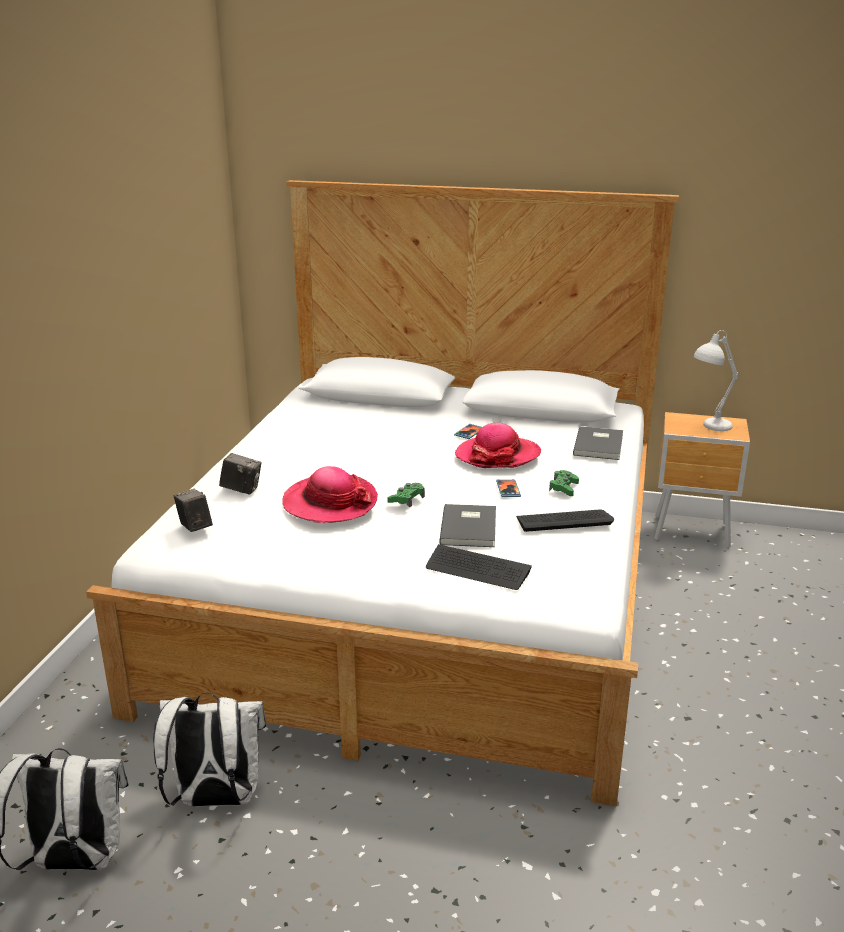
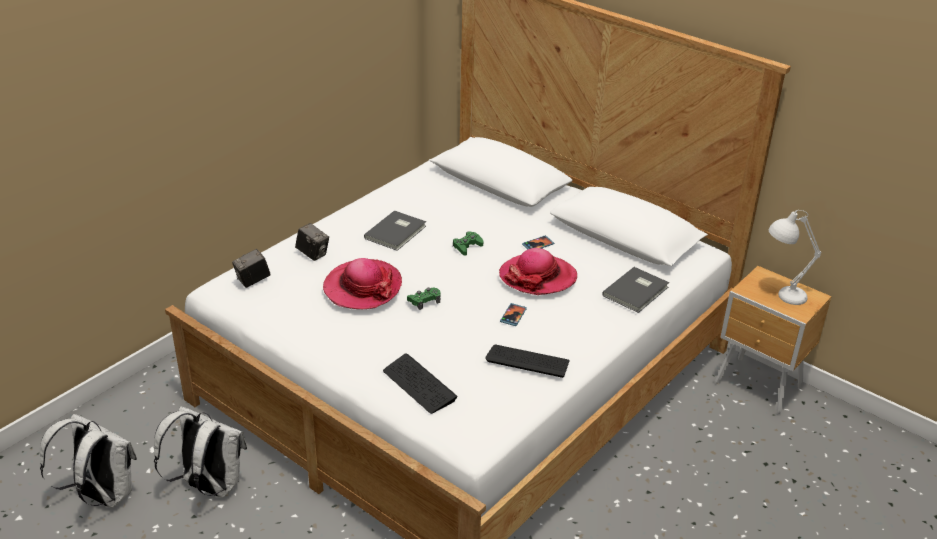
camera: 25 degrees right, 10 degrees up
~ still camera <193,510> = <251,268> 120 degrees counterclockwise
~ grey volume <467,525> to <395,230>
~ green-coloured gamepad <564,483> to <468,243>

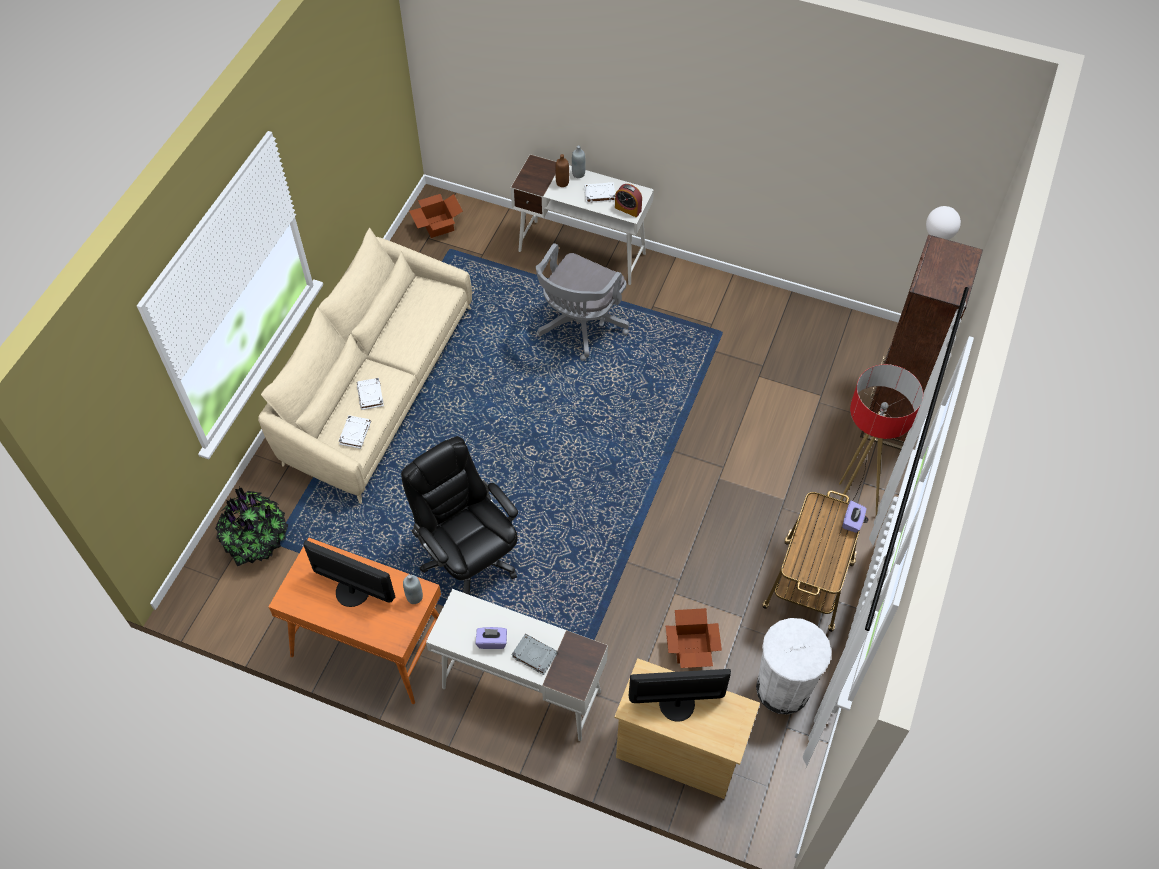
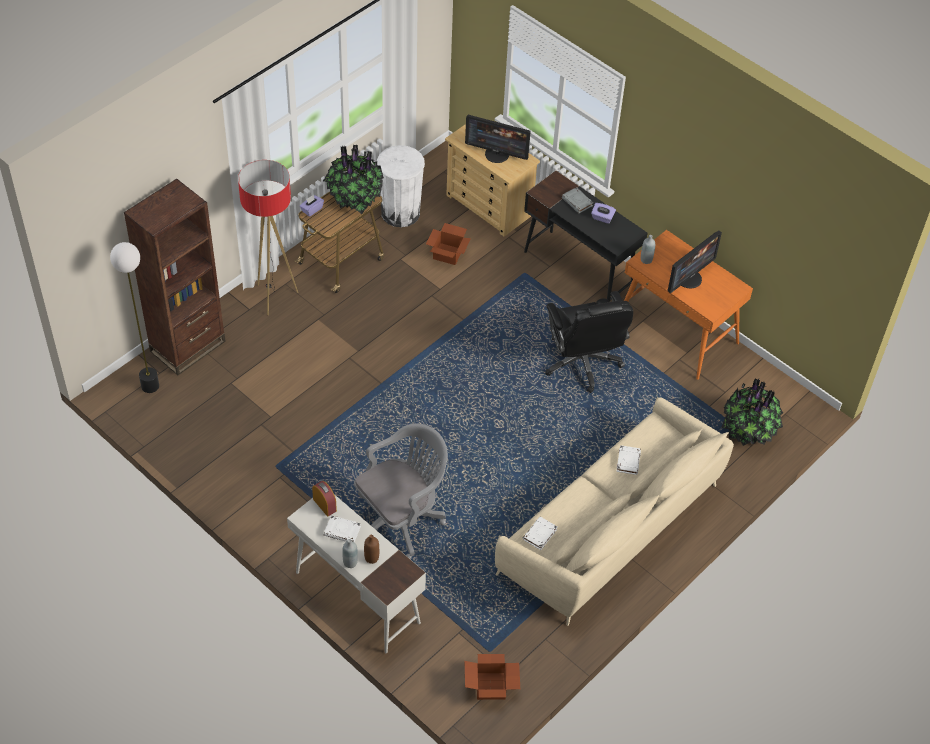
camera: 160 degrees left, 5 degrees down
~ computer display <349,573> = <694,261> 90 degrees counterclockwise
~ whitish volume <354,432> to <540,533>
~ whitish desk table <517,665> to black desk table <585,236>
+ houseplant <353,179>

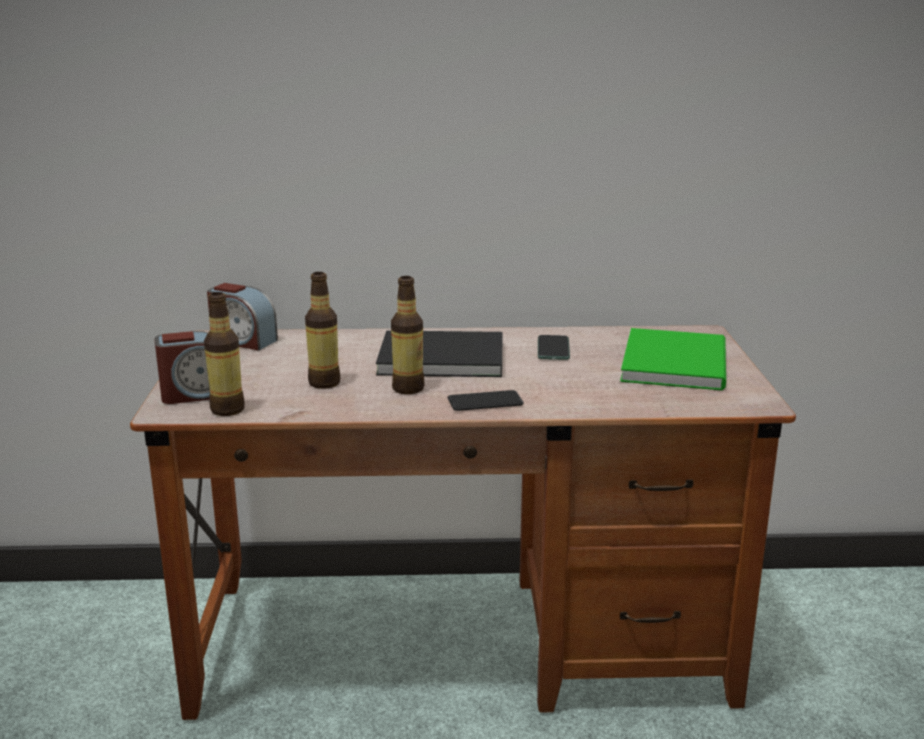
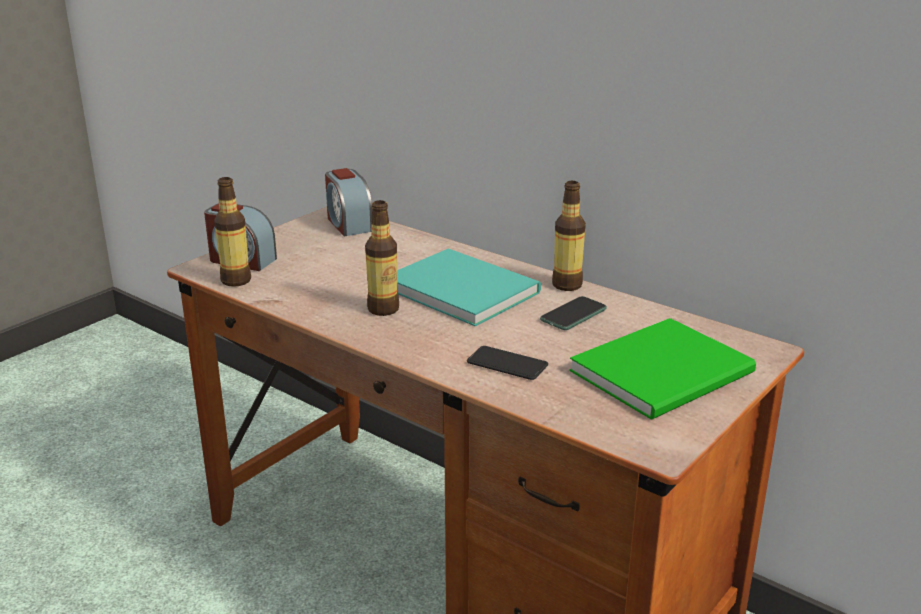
camera: 40 degrees right, 5 degrees up
~ bottle <322,330> to <569,236>
~ black volume <439,353> to turquoise volume <469,287>
~ telephone <486,400> to <507,363>

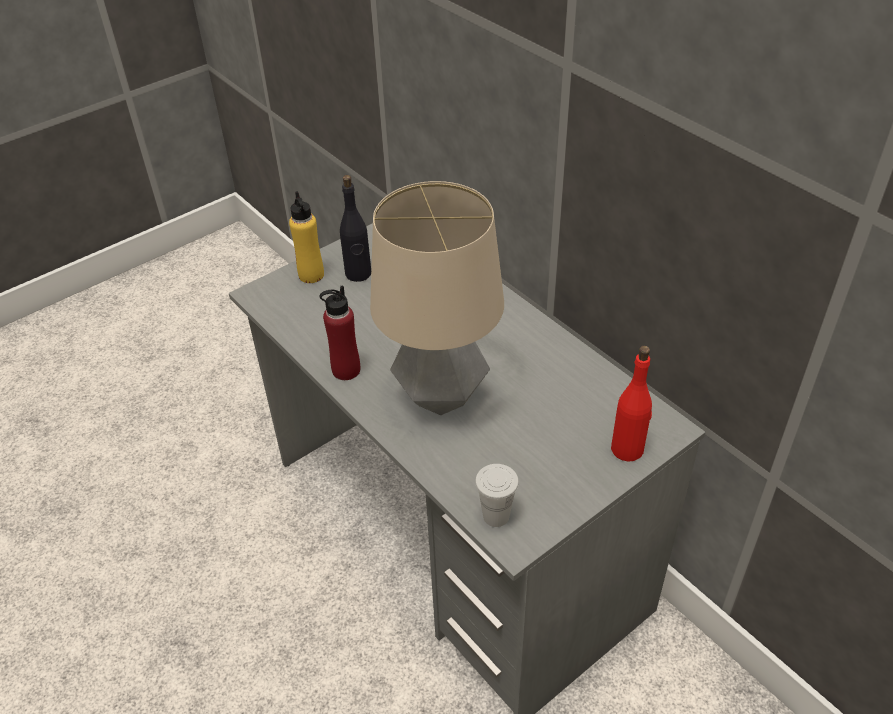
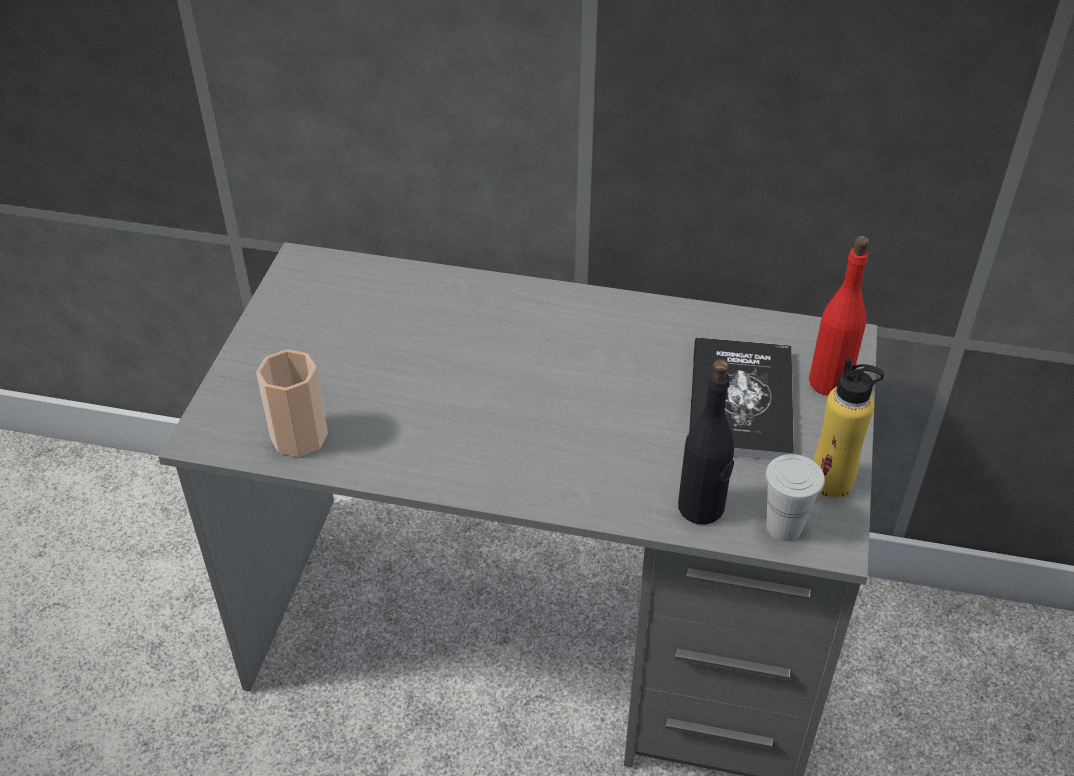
camera: 40 degrees left, 0 degrees up
~ yellowish bottle <306,237> to <848,427>
- reddish bottle <340,332>
~ black bottle <355,228> to <706,442>
- tabletop lamp <437,298>
+ drinking cup <292,403>
+ volume <741,398>

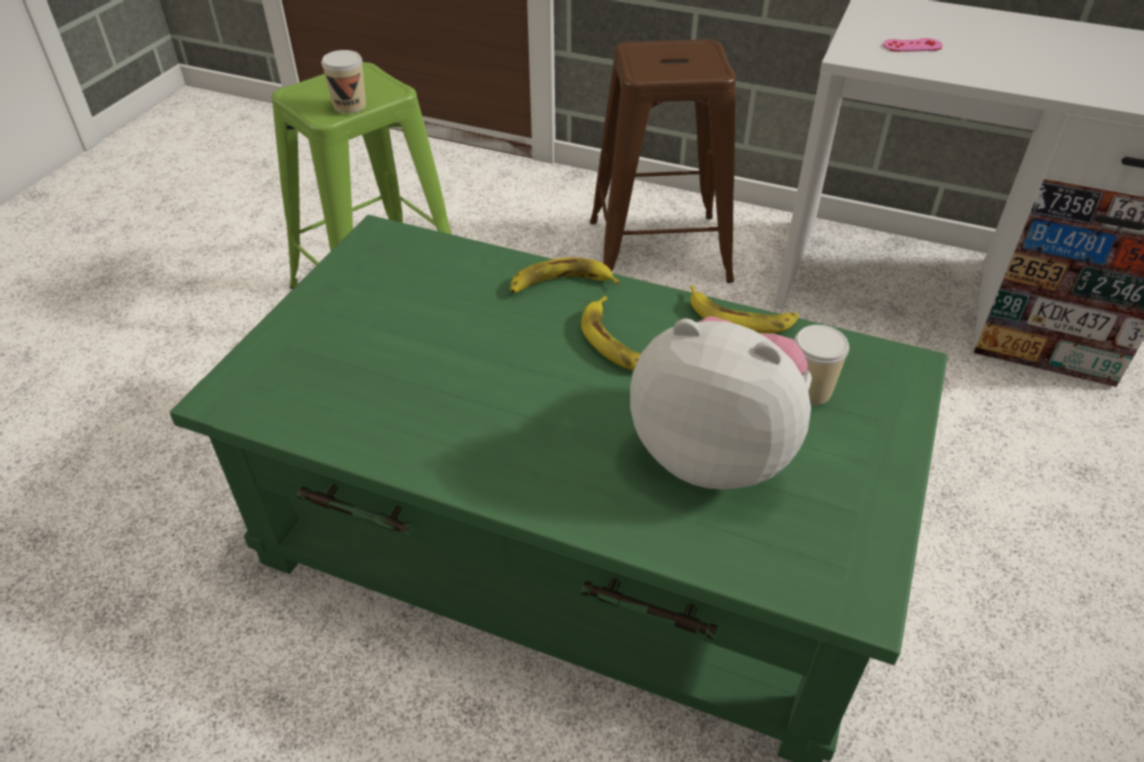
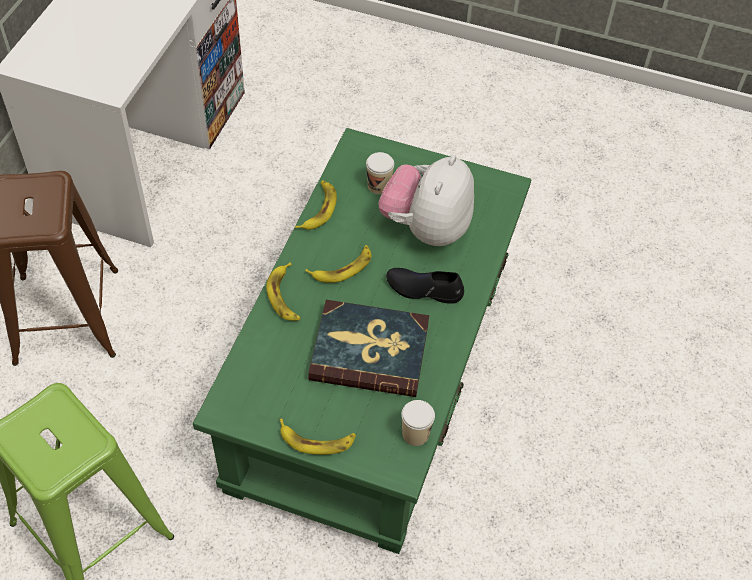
camera: 95 degrees left, 10 degrees up
~ drinking cup <343,82> to <418,423>
- pinkish gamepad <913,45>
+ banana <318,437>
+ volume <368,348>
+ black item of footwear <425,286>

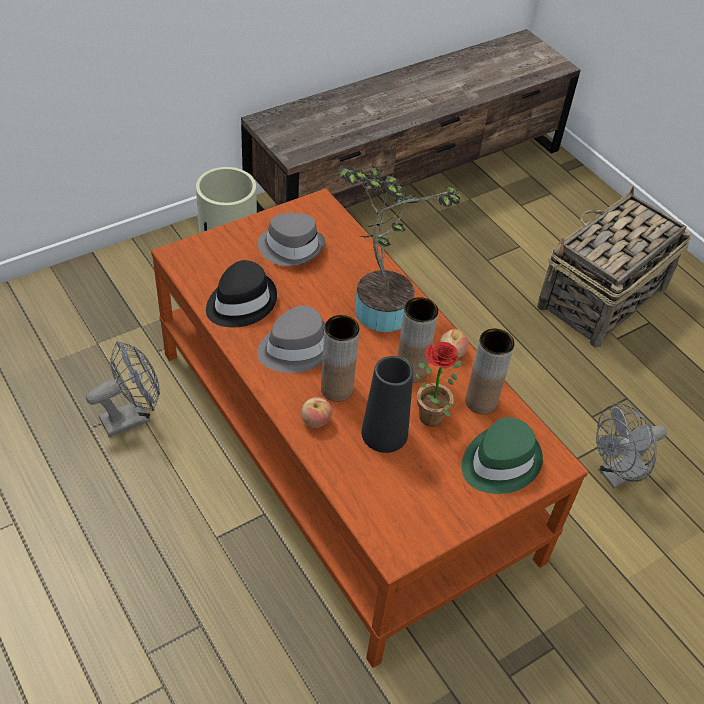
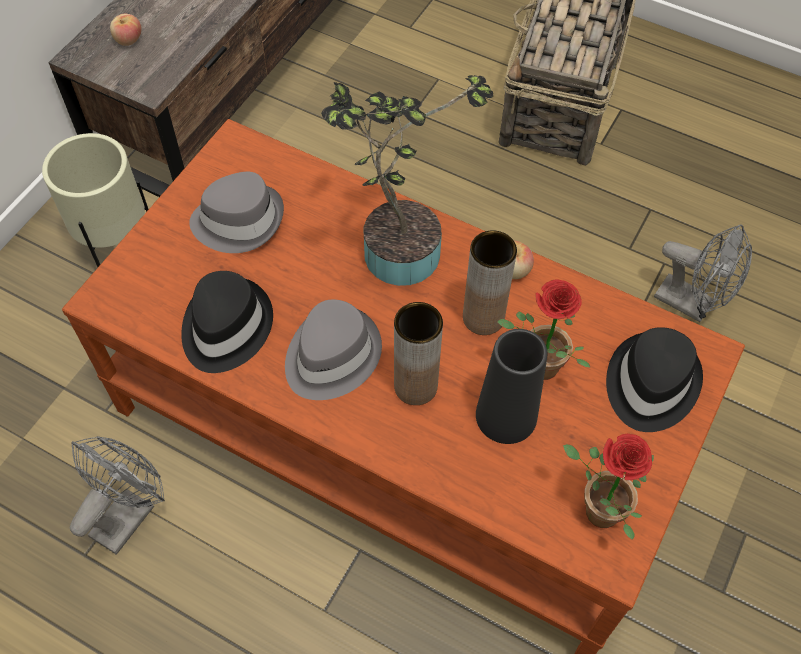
camera: 25 degrees left, 10 degrees up
~ apple <316,412> to <126,30>
~ green-coloured wearable hat <502,455> to black wearable hat <654,379>
- brownish flower vase <489,371>
~ grey electric fan <631,446> = <703,273> 90 degrees counterclockwise
+ houseplant <608,487>

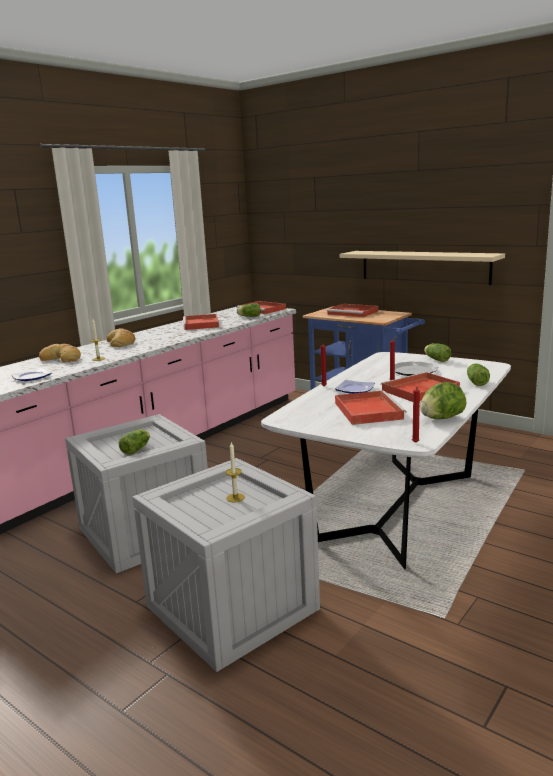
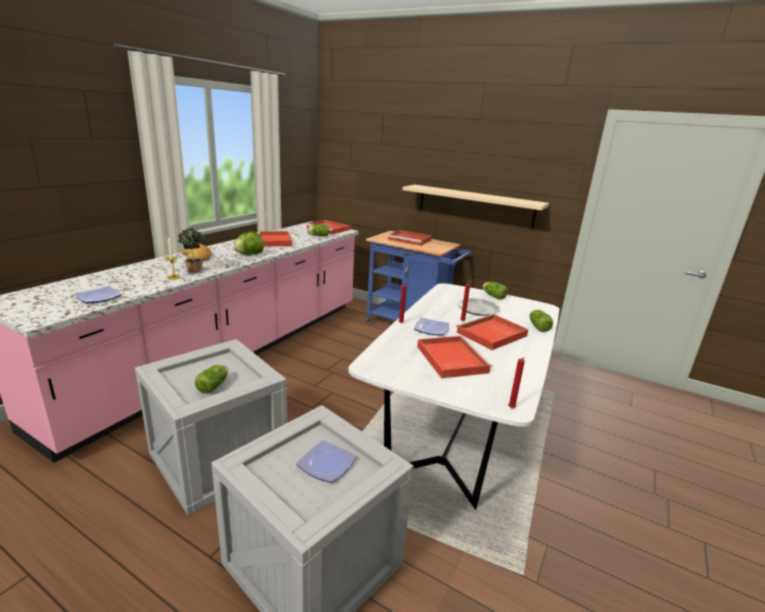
camera: 10 degrees left, 5 degrees up
- bakery bread <60,353>
~ candle <235,472> to plate <326,461>
~ head of lettuce <443,400> to <248,243>
+ houseplant <193,250>

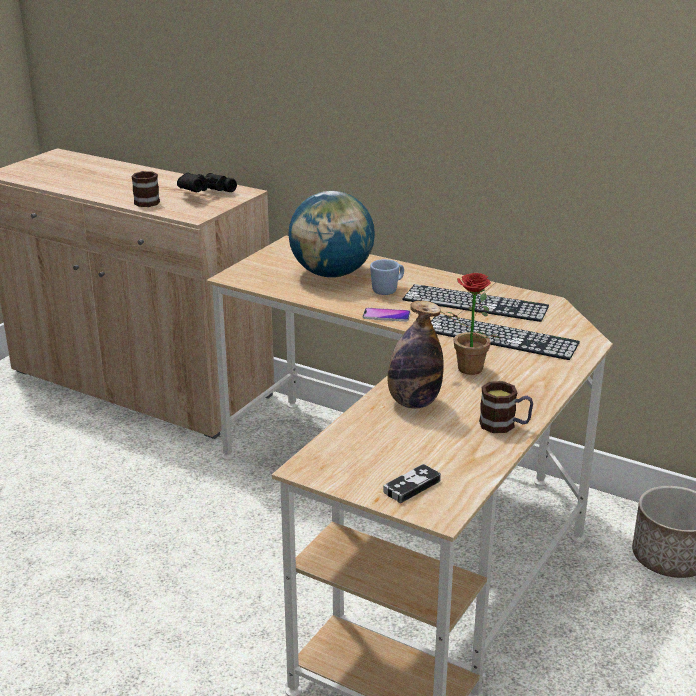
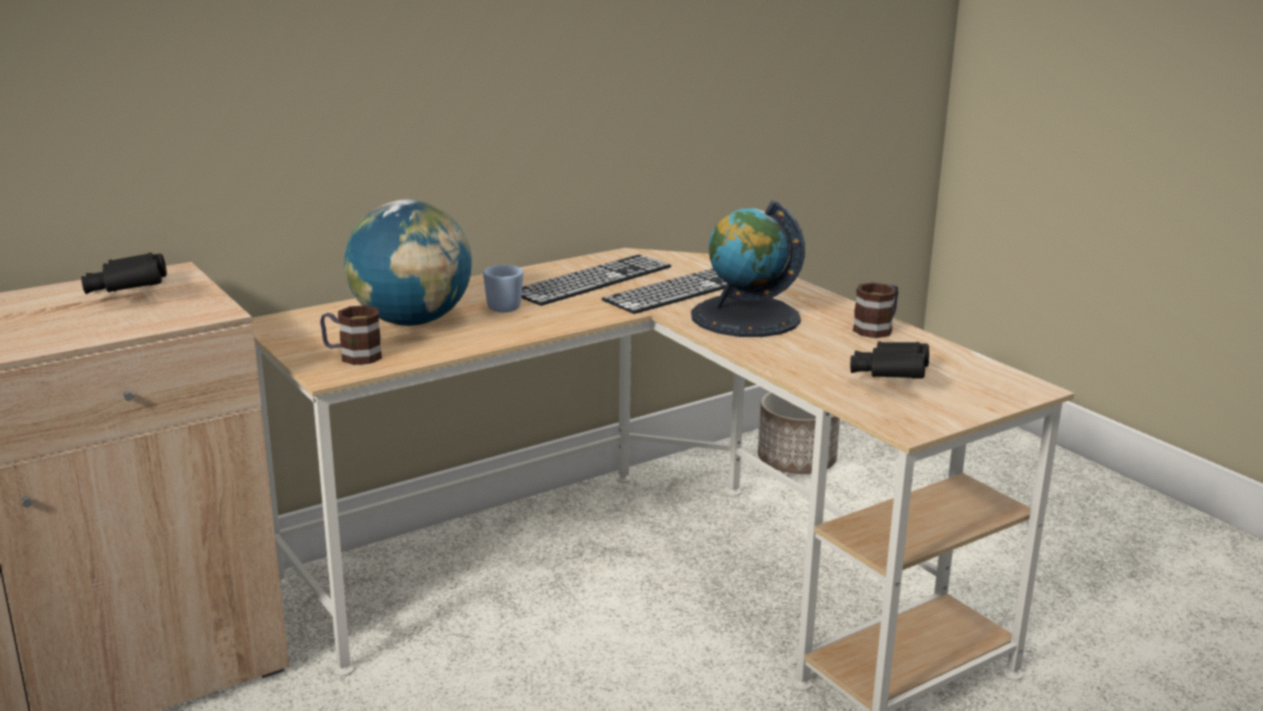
camera: 65 degrees left, 5 degrees down
~ tea mug <145,189> to <351,335>
- telephone <386,315>
- gamepad <412,483>
- bottle <416,354>
~ houseplant <471,324> to globe <748,268>
+ black pair of binoculars <889,360>

